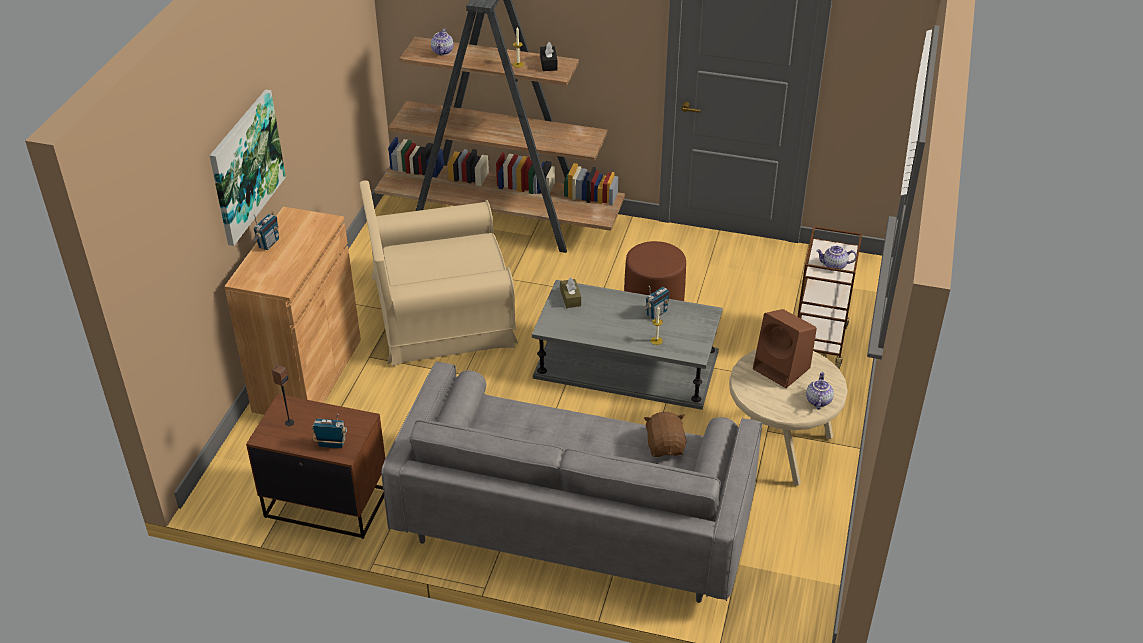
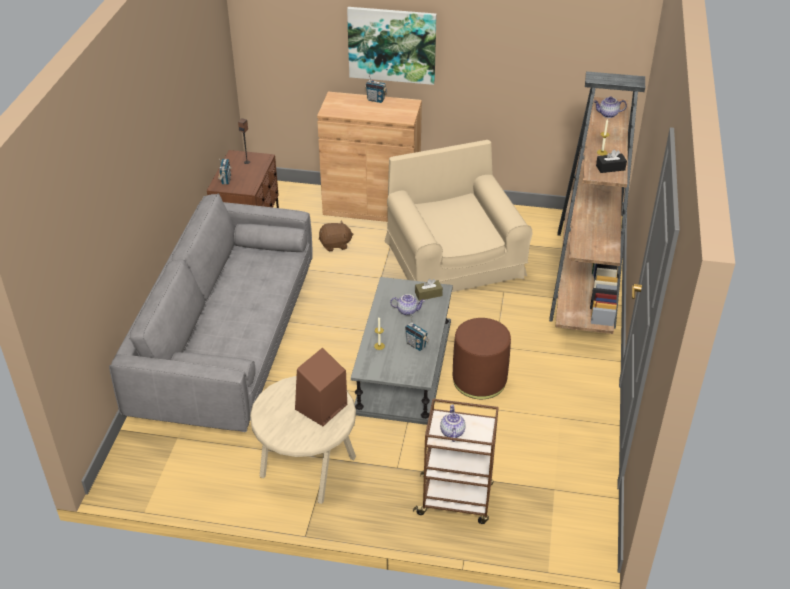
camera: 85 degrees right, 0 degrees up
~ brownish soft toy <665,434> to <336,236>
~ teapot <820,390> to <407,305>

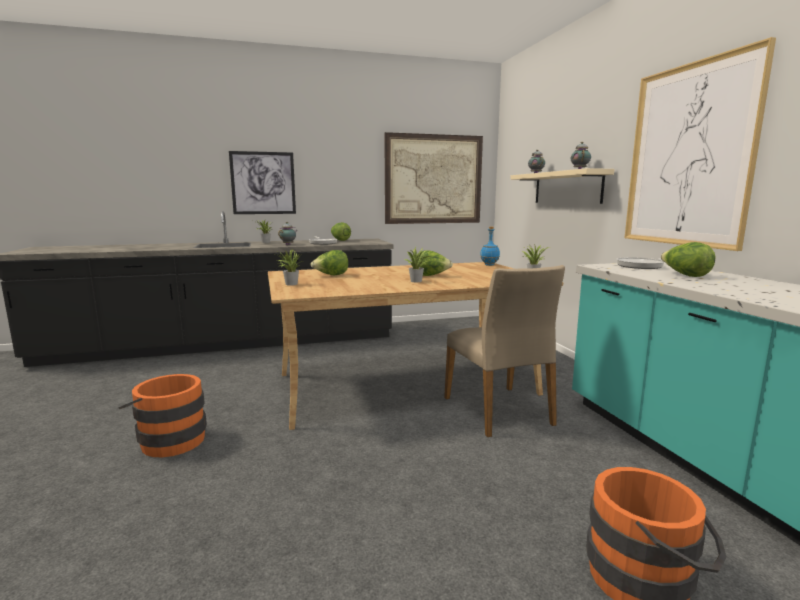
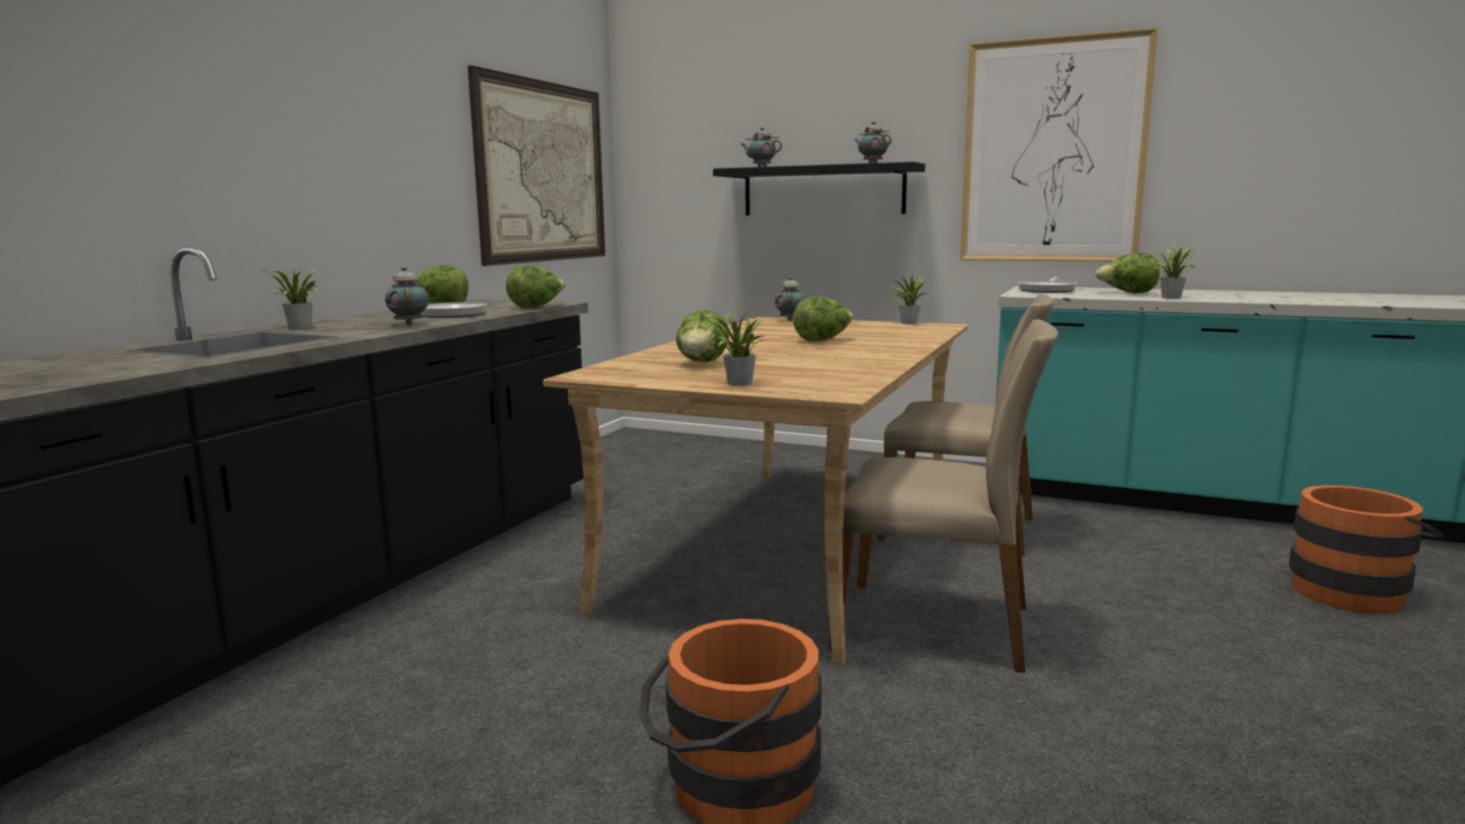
camera: 50 degrees left, 0 degrees up
- wall picture <262,182>
~ houseplant <418,264> to <1177,272>
~ blue bottle <490,246> to teapot <790,298>
~ sand-coloured wall shelf <562,186> to black wall shelf <819,189>
+ head of lettuce <535,286>
+ sand-coloured chair <943,496>

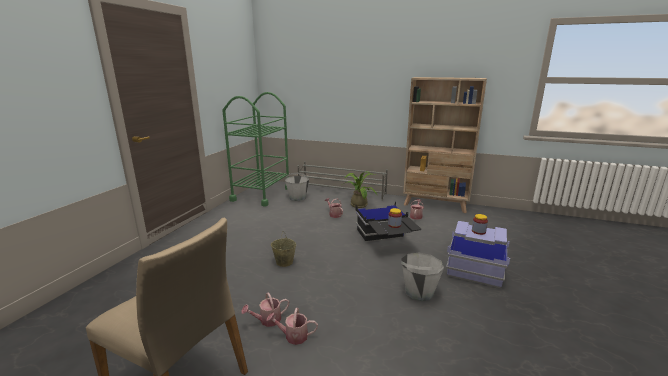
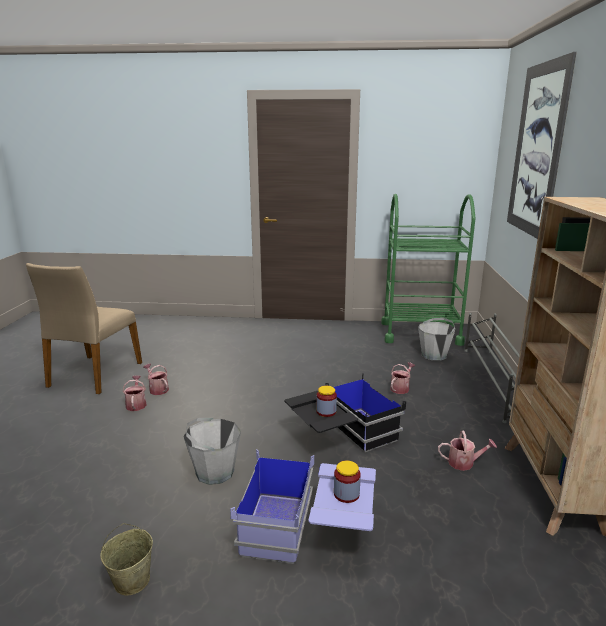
camera: 75 degrees right, 0 degrees up
~ sand-coloured bucket <283,249> to <126,559>
- houseplant <360,189>
+ wall picture <542,145>

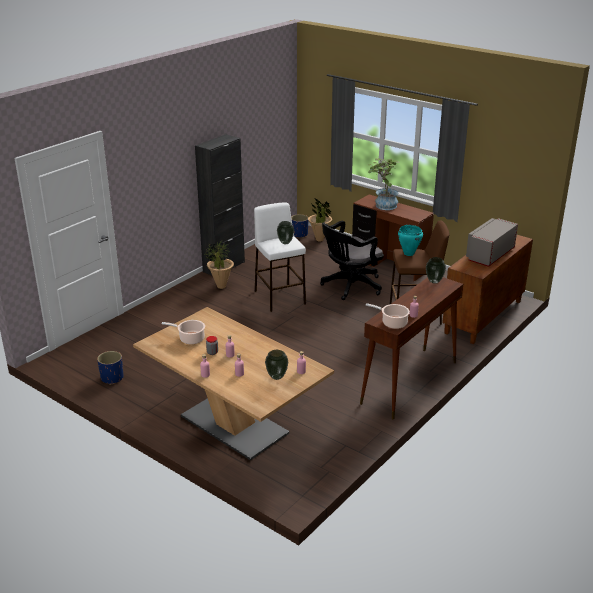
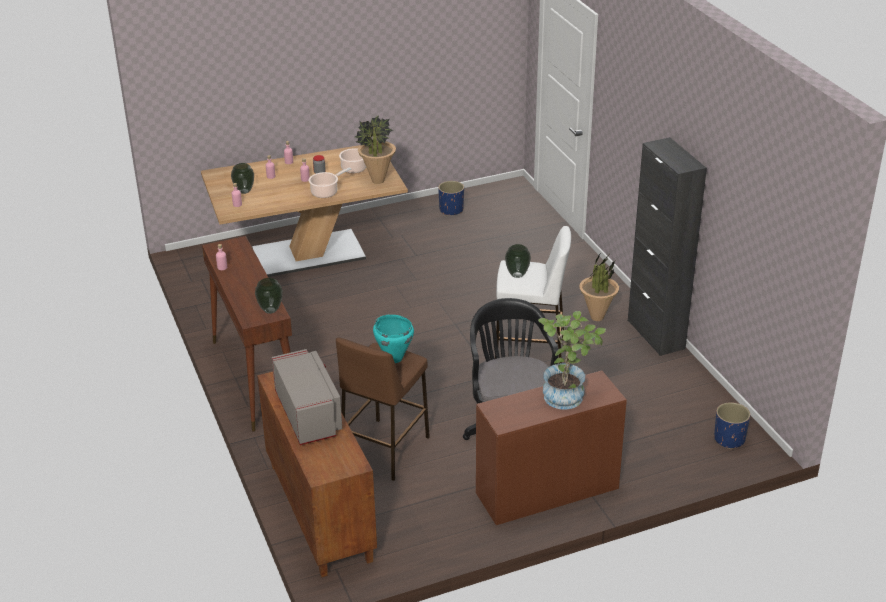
camera: 120 degrees right, 5 degrees up
~ houseplant <320,220> to <375,149>
~ cooking pot <388,316> to <330,182>

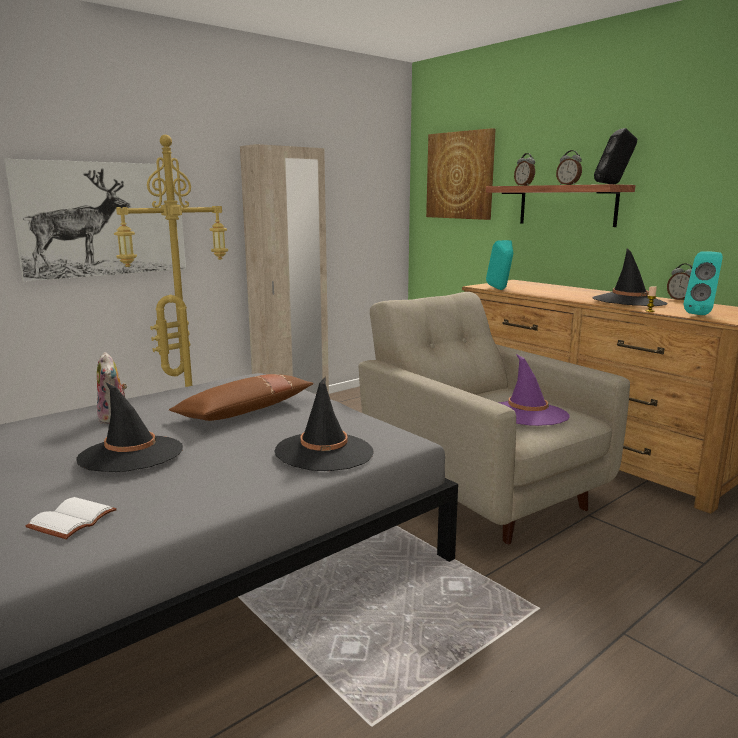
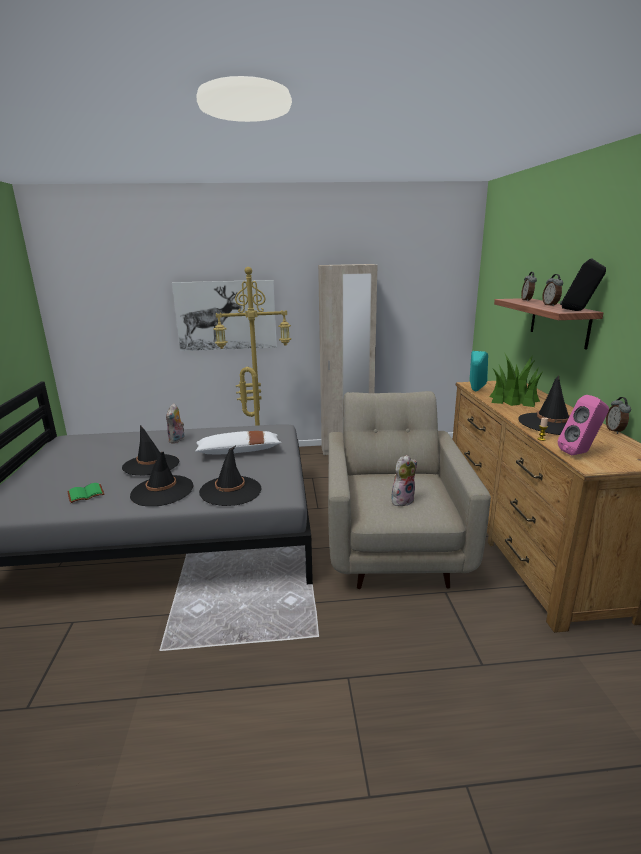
camera: 35 degrees right, 5 degrees up
~ whitish volume <71,518> to green-coloured volume <85,493>
~ brownish cushion <241,397> to whitish cushion <238,442>
- wall picture <461,174>
~ purple-coloured wearable hat <534,390> to soft toy <404,480>
~ turquoise loudspeaker <703,283> to pinkish loudspeaker <583,425>
+ black wearable hat <162,479>
+ houseplant <516,380>

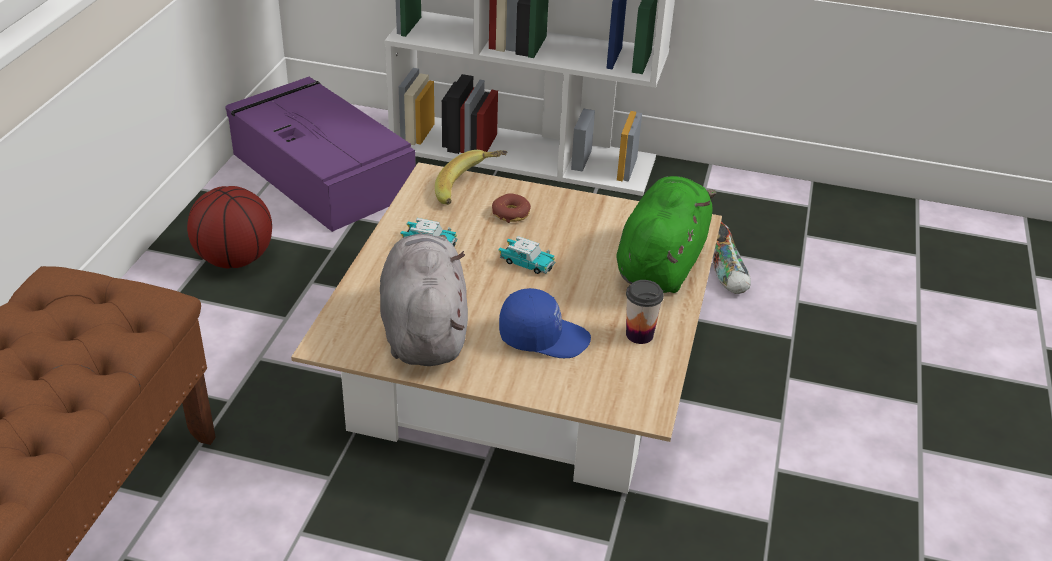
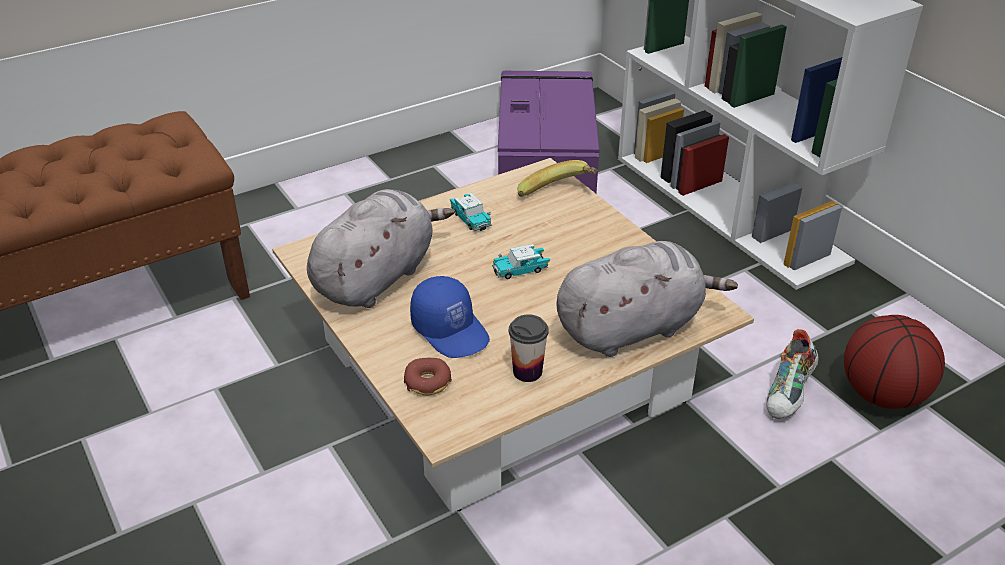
camera: 45 degrees right, 0 degrees up
~ ball for basketball <229,227> to <894,362>
~ donut <511,208> to <428,376>
~ miniature car <526,255> = <521,261> 90 degrees clockwise
~ green-coloured soft toy <666,234> to grey soft toy <647,299>

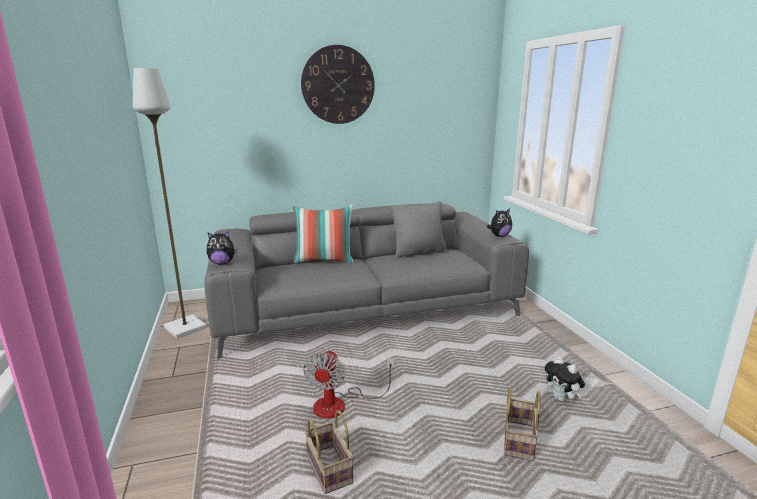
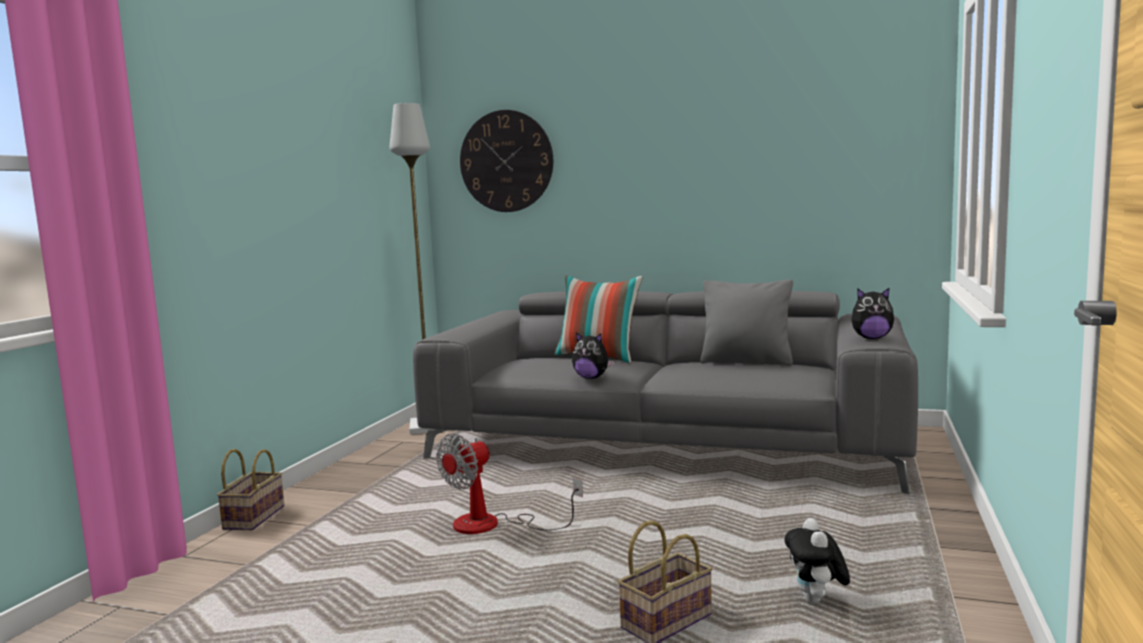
camera: 35 degrees right, 10 degrees down
~ soft toy <222,247> to <593,355>
~ clock on the wall <338,84> to <506,161>
~ storage basket <329,452> to <250,489>

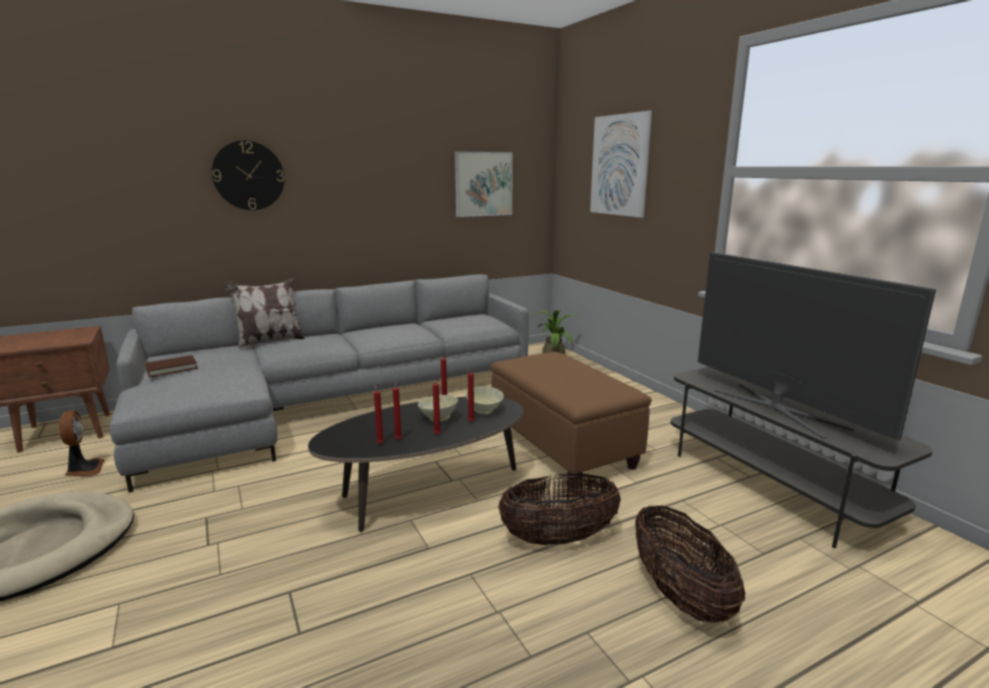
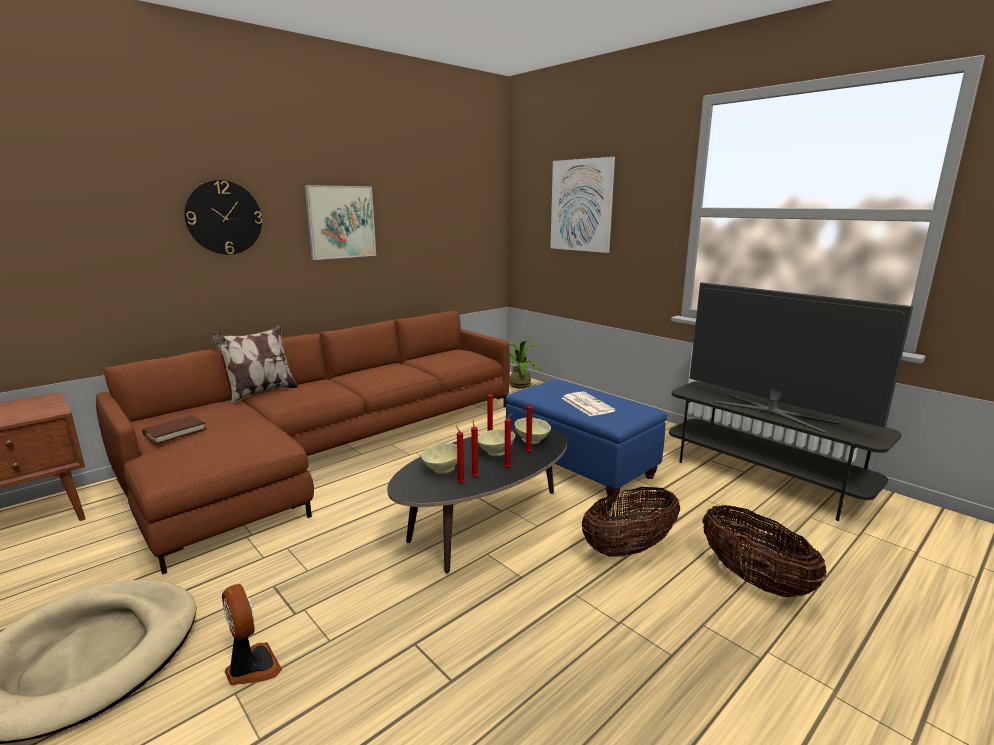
camera: 15 degrees left, 0 degrees up
~ electric fan <82,443> to <252,634>
~ grey settee <319,383> to brownish settee <303,443>
~ wall picture <484,184> to <340,222>
~ brownish footrest <571,420> to blue footrest <586,440>
+ sand-coloured serving bowl <439,458>
+ newspaper <589,404>

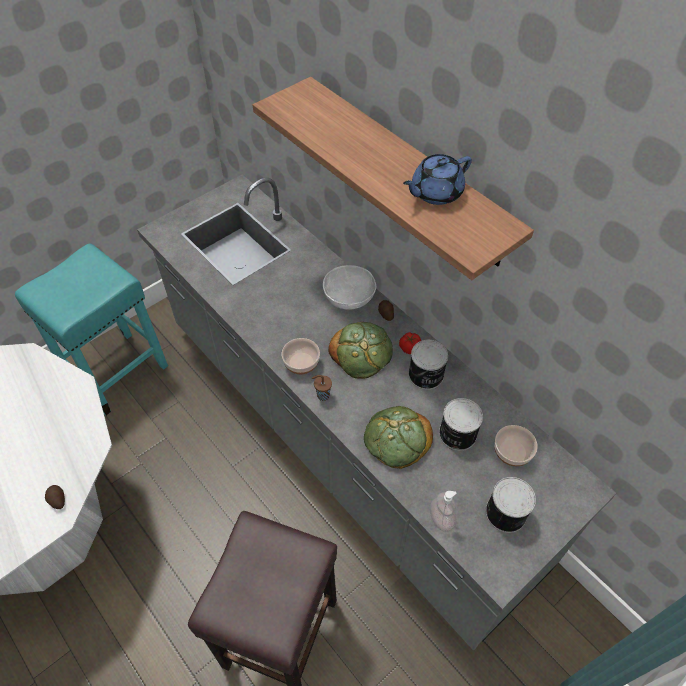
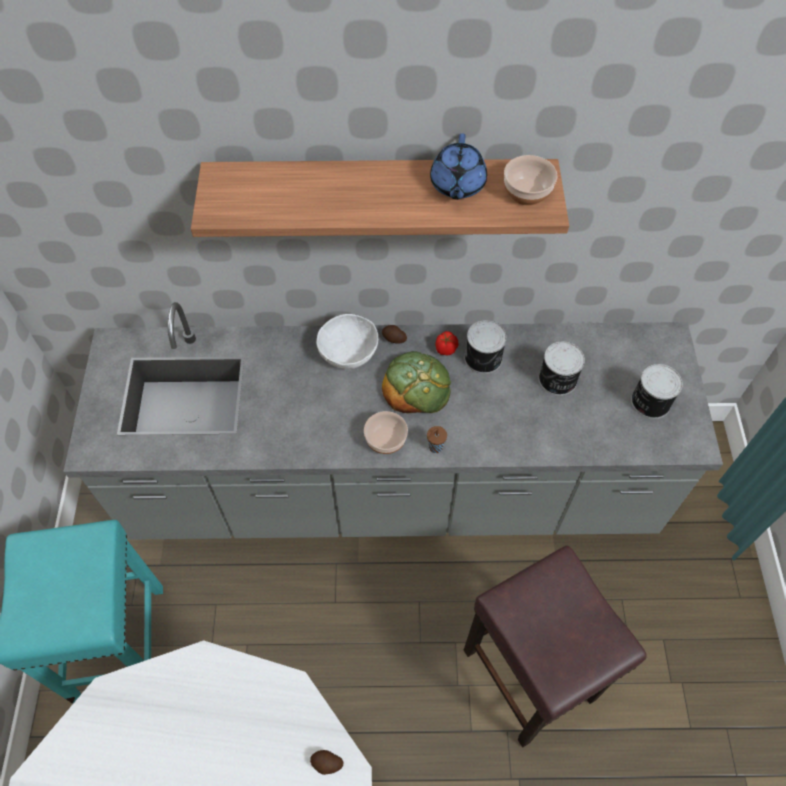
camera: 50 degrees left, 5 degrees up
- bakery bread <398,437>
- liquid soap bottle <443,511>
~ serving bowl <516,445> to <531,180>

